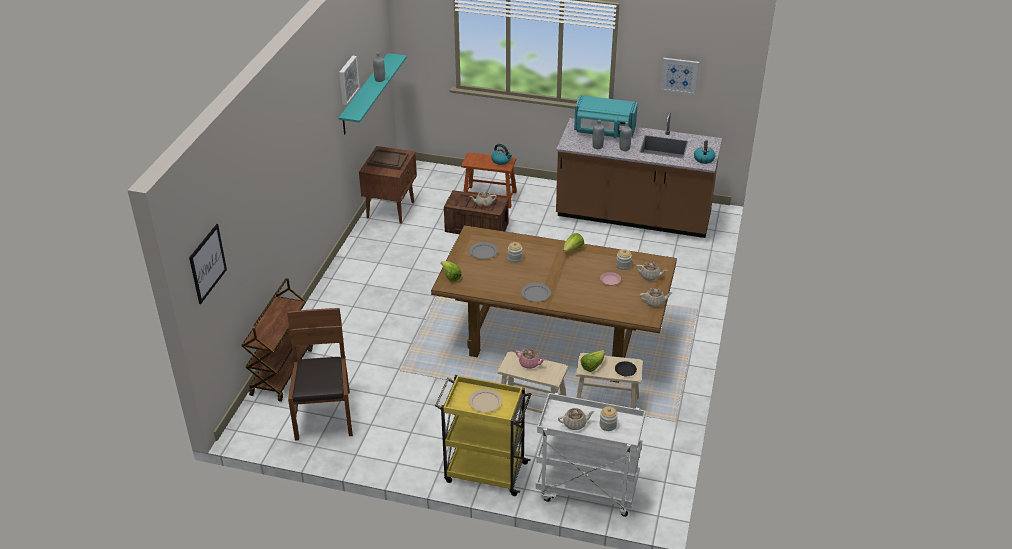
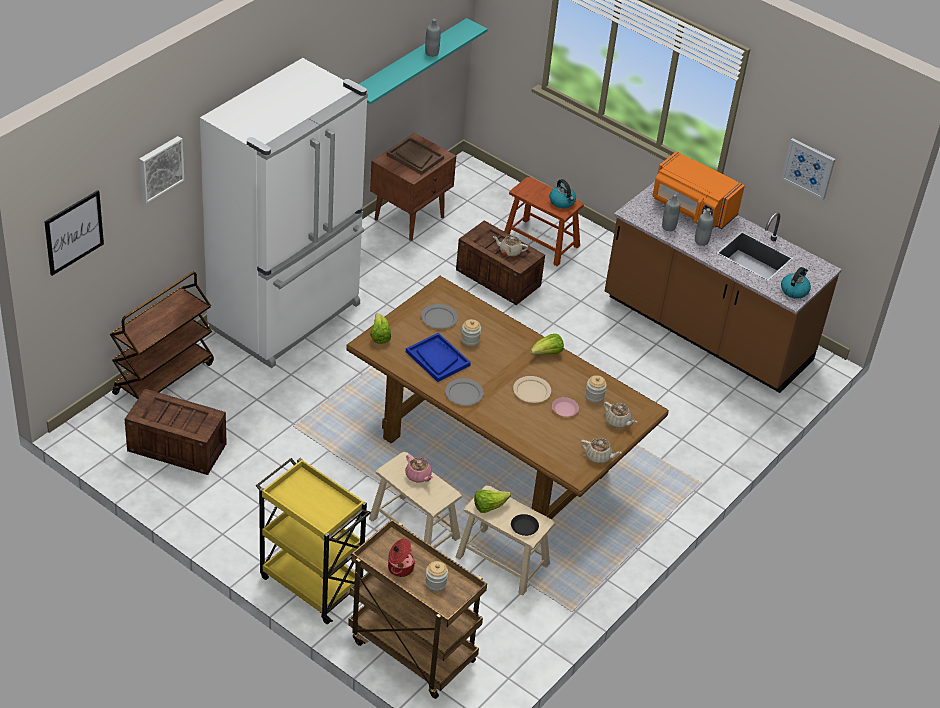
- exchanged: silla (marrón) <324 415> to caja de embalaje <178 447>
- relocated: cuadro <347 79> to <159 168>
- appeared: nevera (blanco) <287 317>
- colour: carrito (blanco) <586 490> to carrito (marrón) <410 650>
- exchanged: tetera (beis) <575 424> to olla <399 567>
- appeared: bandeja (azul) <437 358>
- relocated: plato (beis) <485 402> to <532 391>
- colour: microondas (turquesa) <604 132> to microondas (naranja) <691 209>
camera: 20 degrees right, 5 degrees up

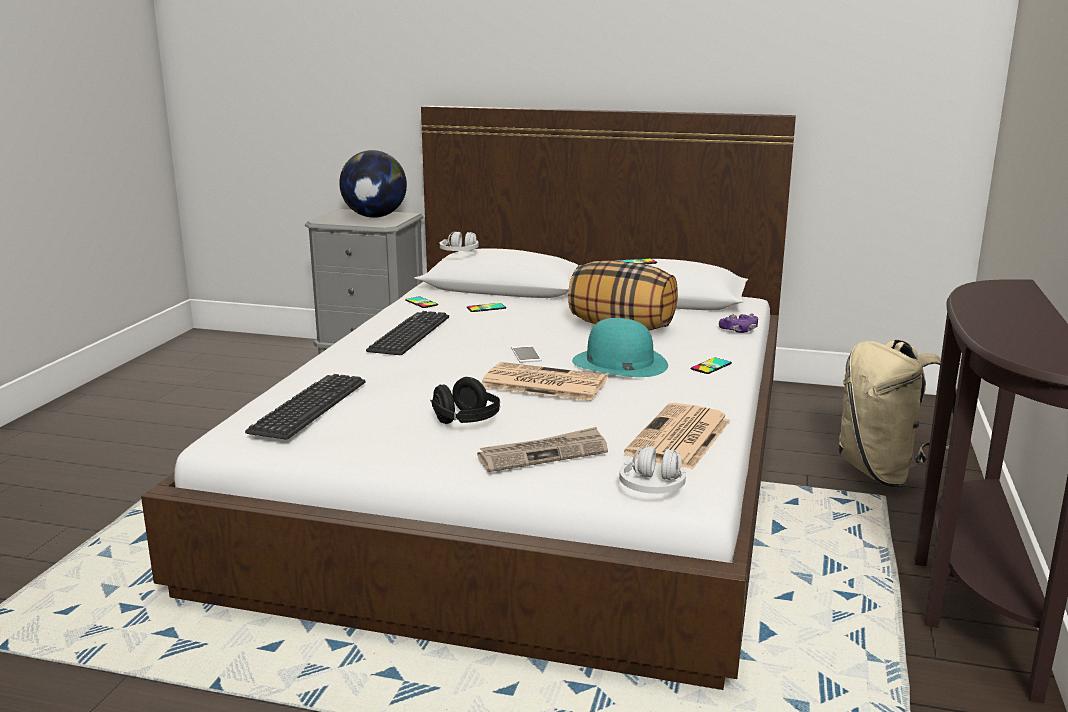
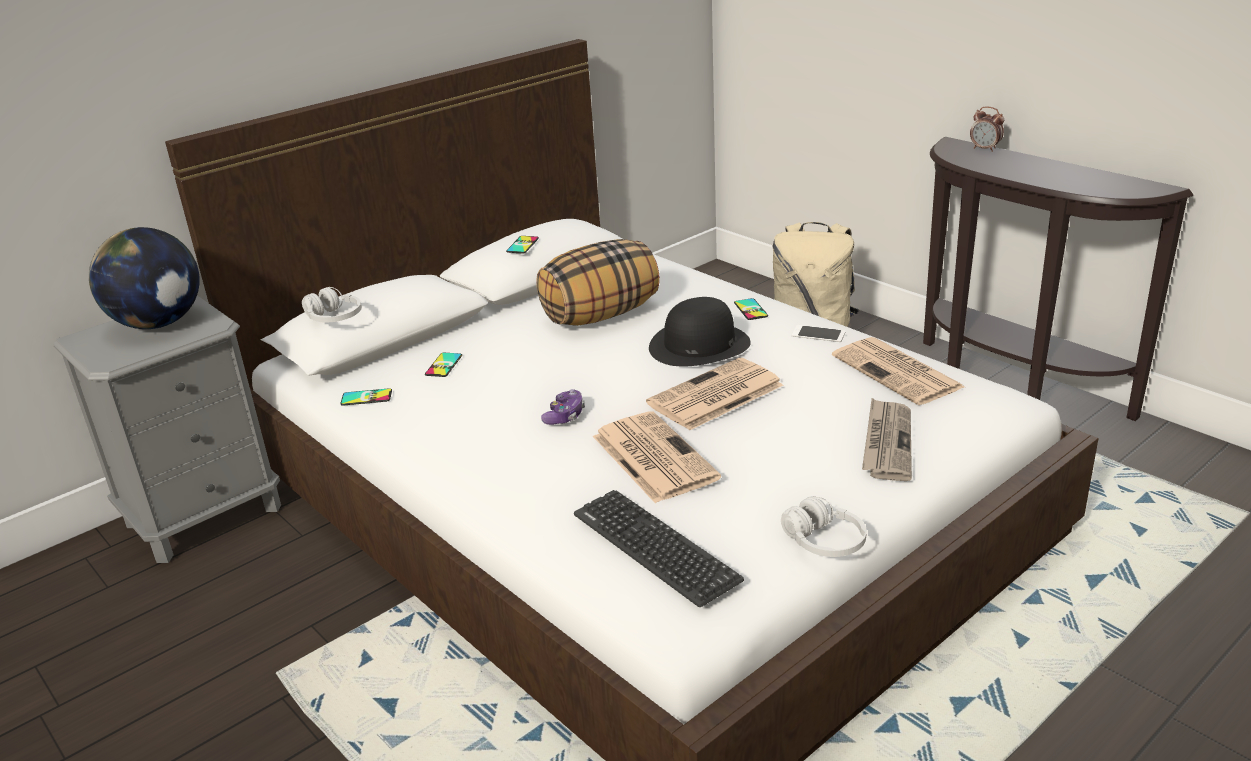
- relocated: mando de consola <739 330> to <565 416>
- appeared: periódico <652 456>
- colour: sombrero (turquesa) <619 363> to sombrero (negro) <699 345>
- relocated: auriculares (blanco) <653 487> to <824 542>
- relocated: móvil <526 354> to <818 334>
- appeared: despertador <985 149>
- missing: teclado <409 334>
- missing: auriculares (negro) <466 422>
camera: 55 degrees left, 10 degrees up

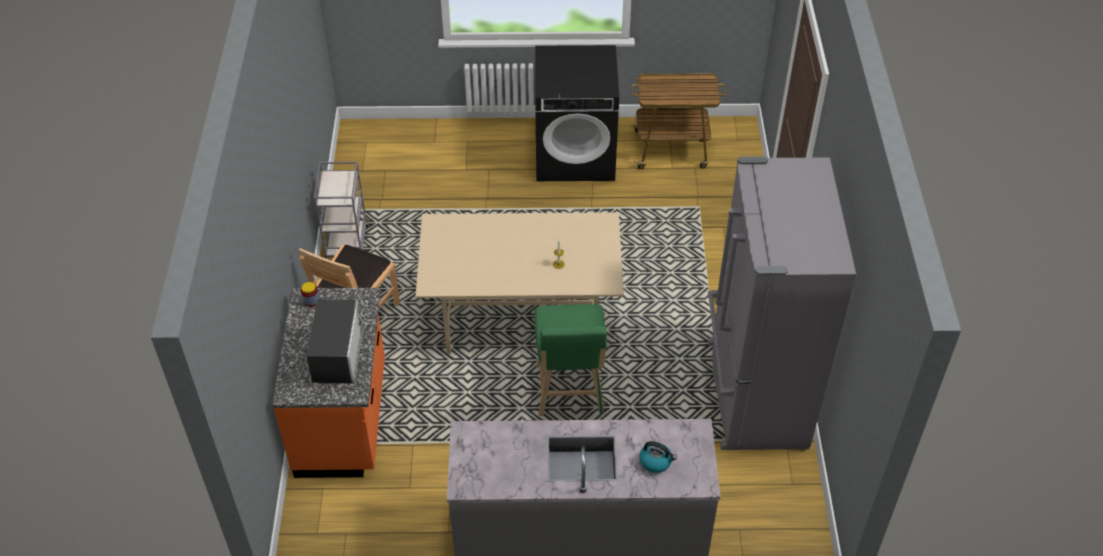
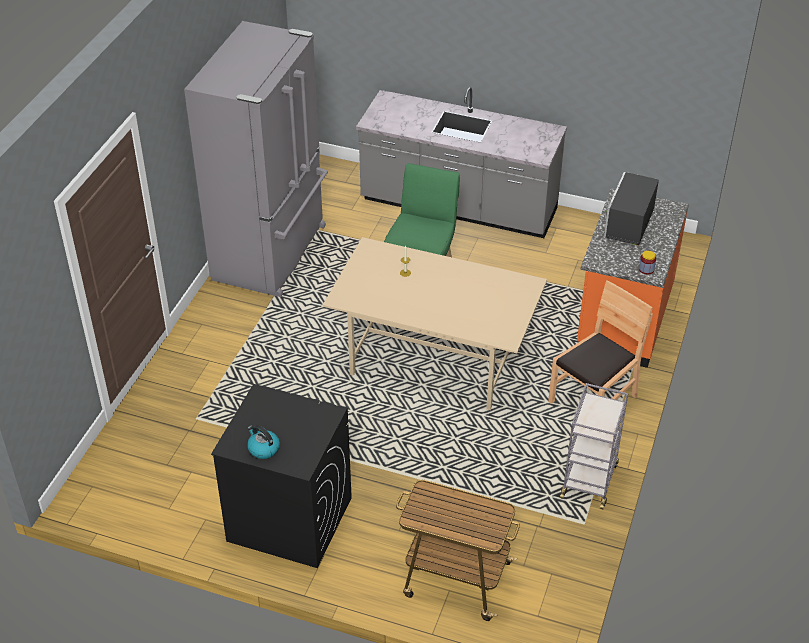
- relocated: hervidor <656 461> to <263 449>
- relocated: carrito <672 149> to <455 578>
camera: 160 degrees left, 5 degrees down

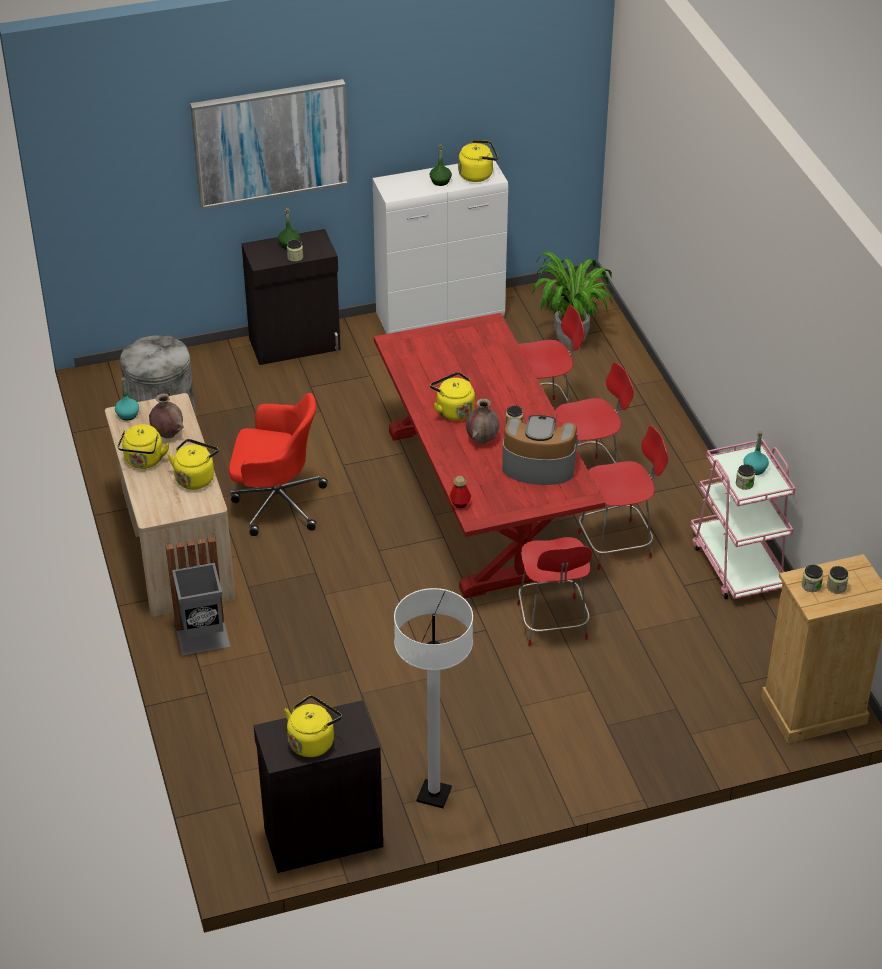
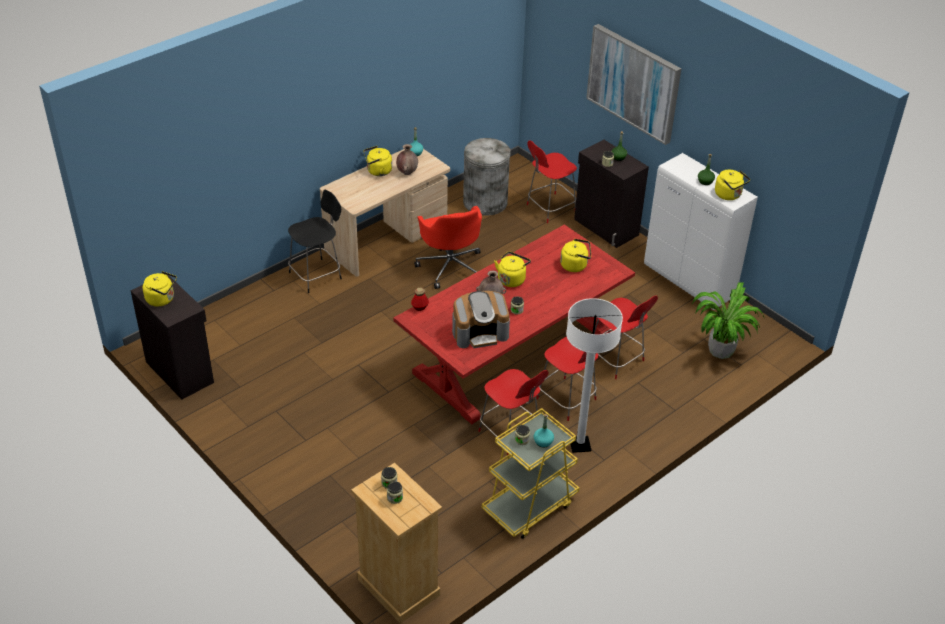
- exchanged: papelera (gris) <203 638> to silla (negro) <317 275>
- spun: cafetera <538 466> = <480 332> 90 degrees clockwise
- colour: carrito (rosa) <737 565> to carrito (amarillo) <529 506>
- relocated: silla (rojo) <552 624> to <549 208>
- relocated: hervidor (amarillo) <195 477> to <575 265>
- relocated: lámpara de pie (blanco) <434 795> to <580 445>
camera: 65 degrees right, 0 degrees up

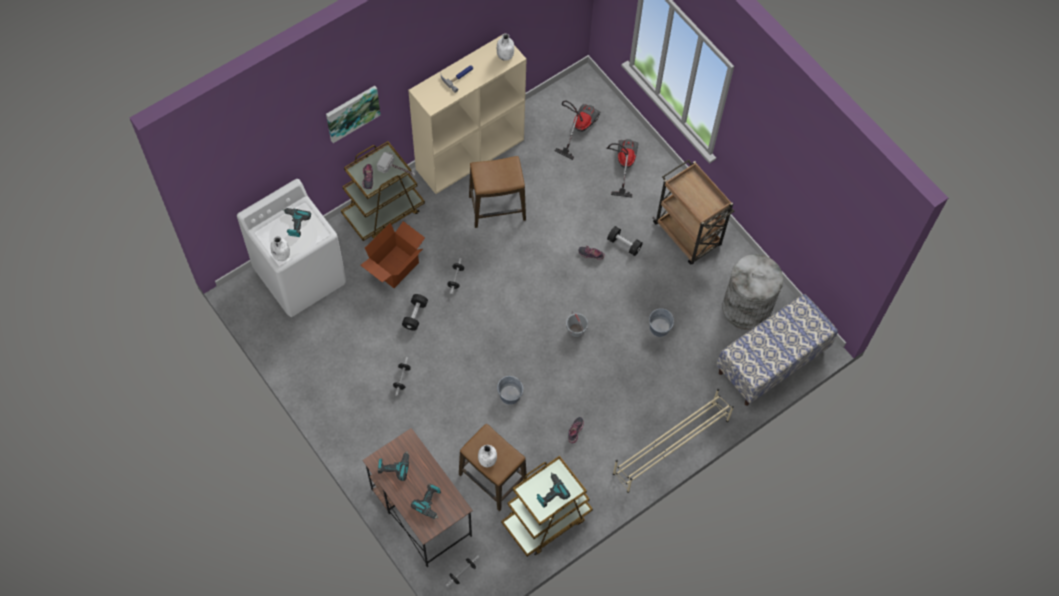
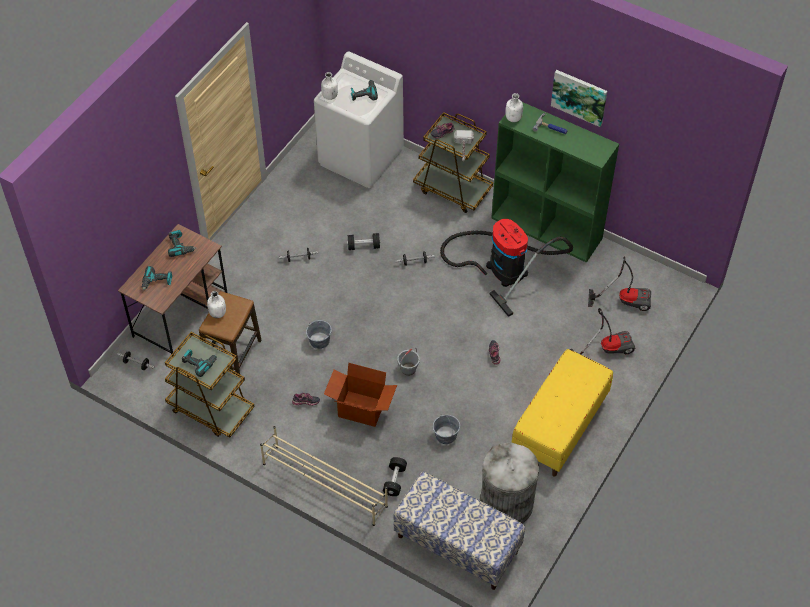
- relocated: caja de cartón <395 267> to <361 409>
- relocated: mancuerna (negro) <624 244> to <395 480>
- exchanged: taburete <497 208> to aspiradora <503 267>
- colour: estantería (beis) <470 153> to estantería (verde) <547 228>
- relocated: botella (blanco) <505 55> to <513 118>
- exchanged: carrito (marrón) <688 235> to banco (amarillo) <560 427>
- relocated: cuadro <352 112> to <579 97>
camera: 70 degrees right, 10 degrees down

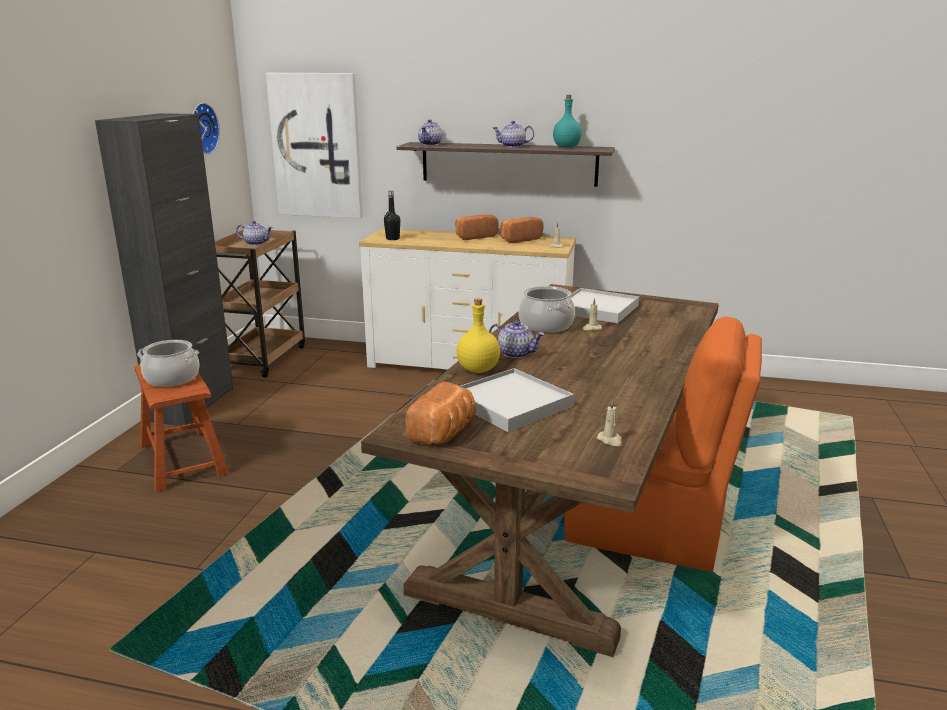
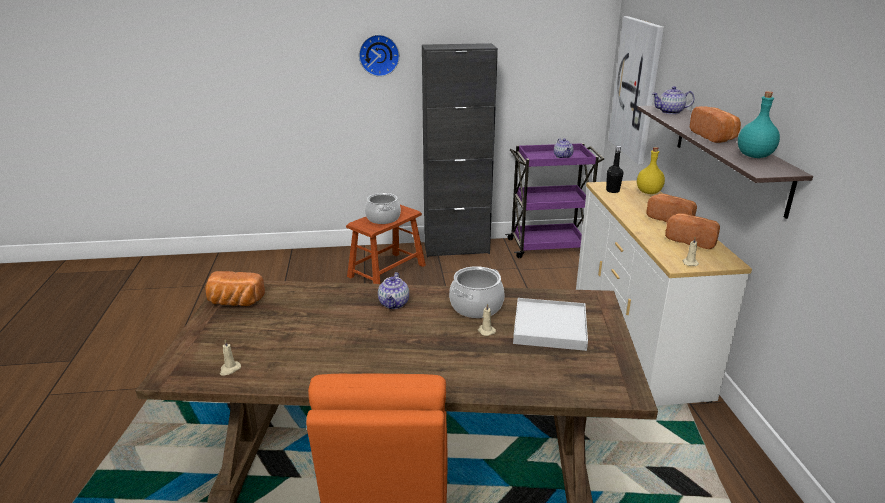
- relocated: reloj de pared <201 128> to <379 55>
- colour: carrito (marrón) <262 358> to carrito (morado) <548 246>
- relocated: botella (amarillo) <477 369> to <649 192>
- exchanged: tetera <512 146> to pan <714 137>
- missing: bandeja (blanco) <511 404>
camera: 70 degrees right, 5 degrees up

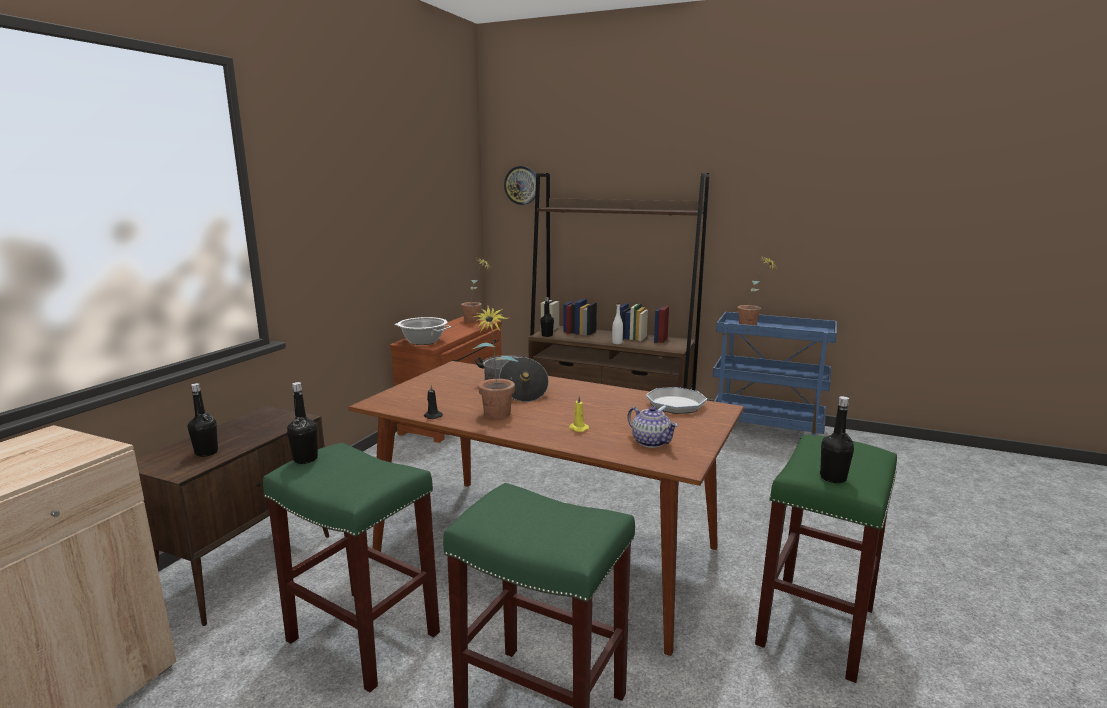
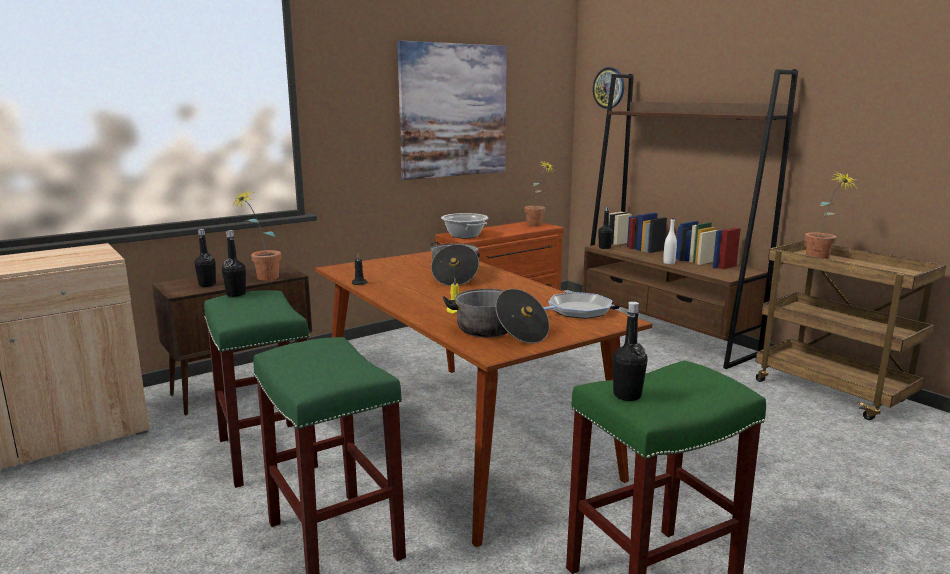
- relocated: planta en maceta <495 417> to <262 279>
- appeared: cuadro <453 111>
- exchanged: tetera <651 442> to olla <498 332>
- colour: carrito (azul) <766 429> to carrito (marrón) <833 392>
camera: 30 degrees right, 0 degrees up

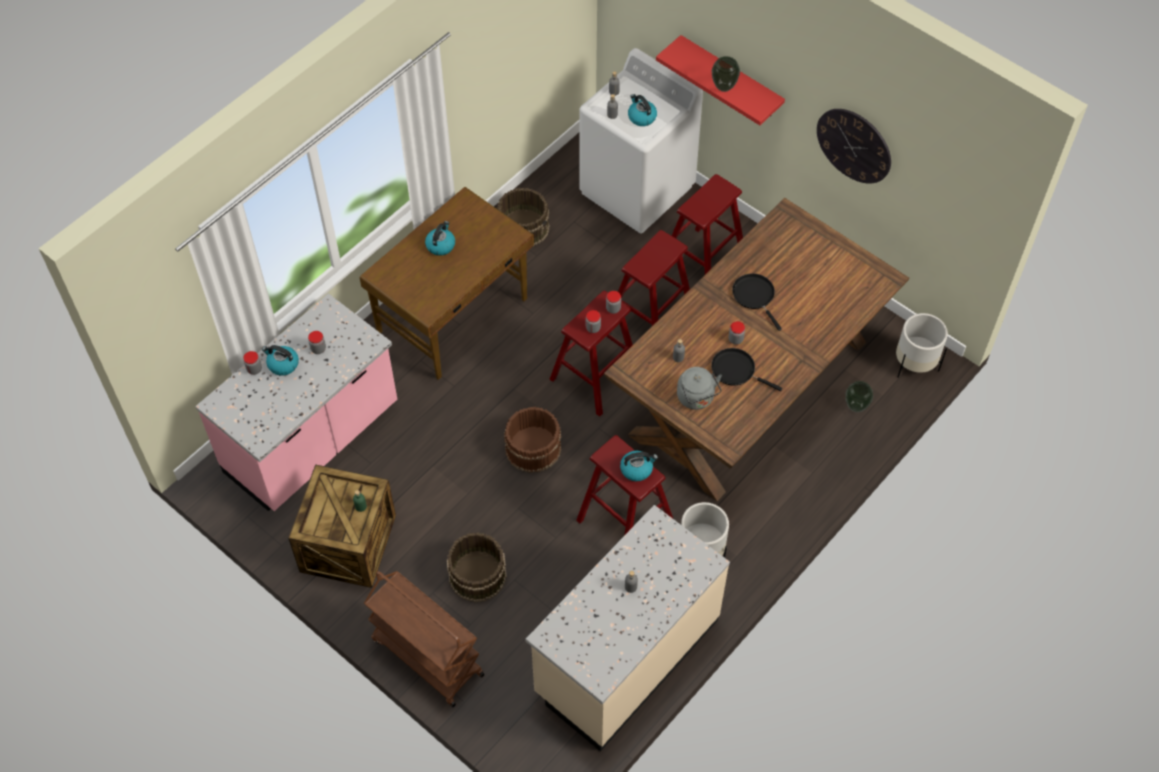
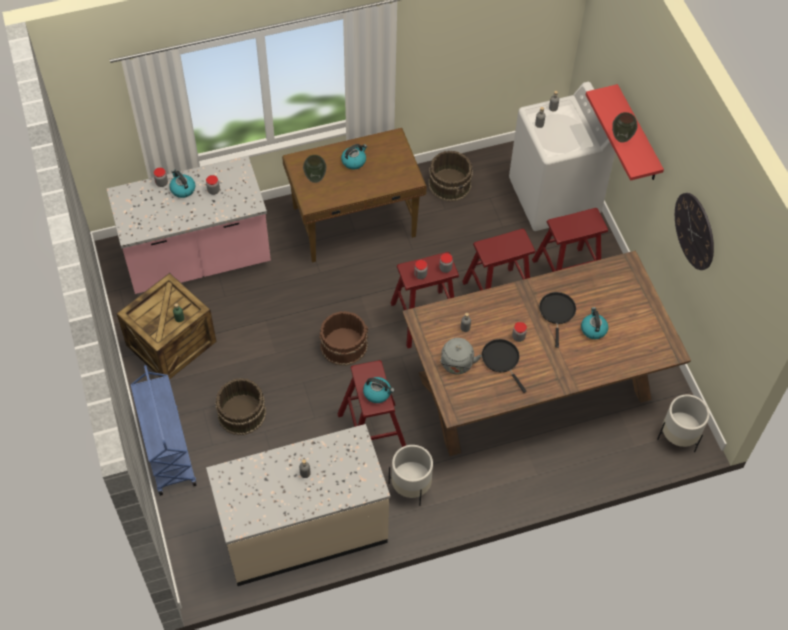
- colour: carrito (marrón) <426 657> to carrito (azul) <167 451>
- relocated: florero <856 407> to <315 179>
- relocated: hervidor <641 117> to <593 329>
camera: 30 degrees right, 0 degrees up

